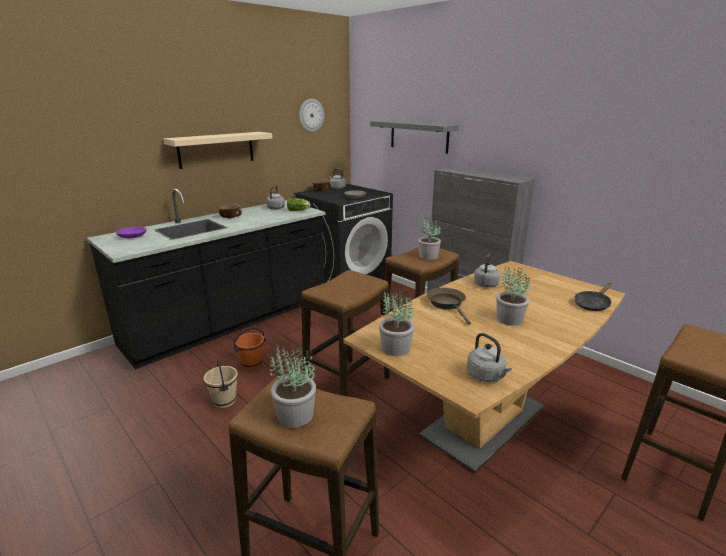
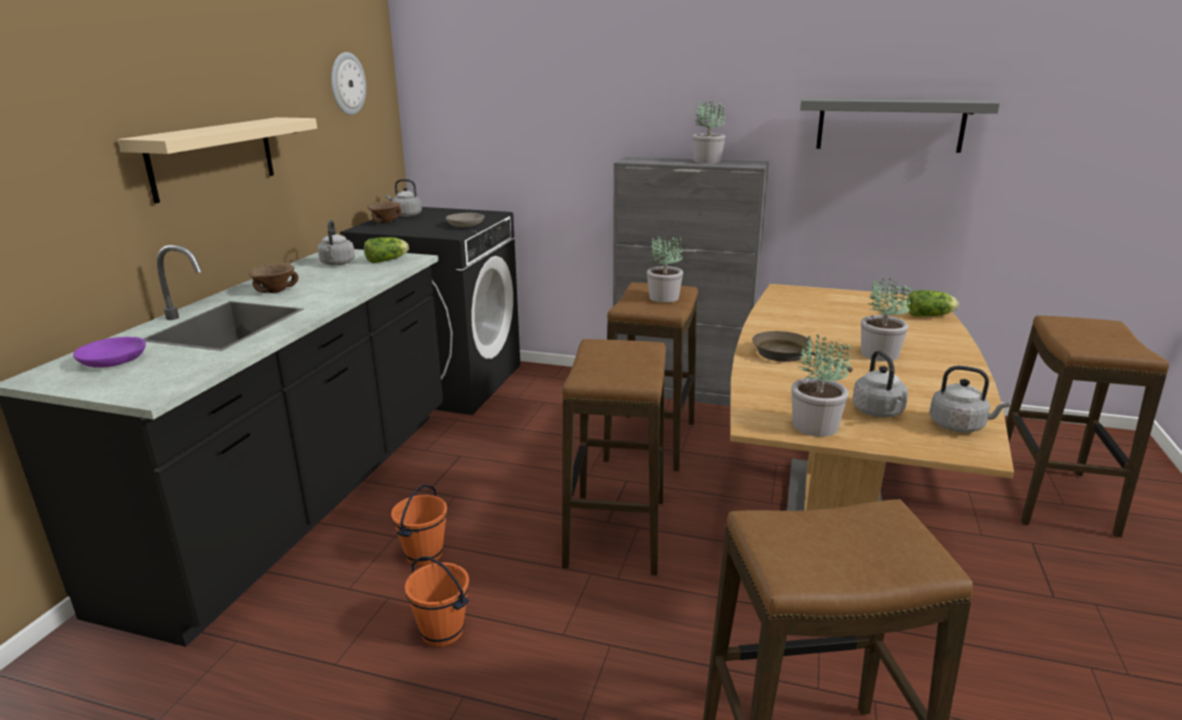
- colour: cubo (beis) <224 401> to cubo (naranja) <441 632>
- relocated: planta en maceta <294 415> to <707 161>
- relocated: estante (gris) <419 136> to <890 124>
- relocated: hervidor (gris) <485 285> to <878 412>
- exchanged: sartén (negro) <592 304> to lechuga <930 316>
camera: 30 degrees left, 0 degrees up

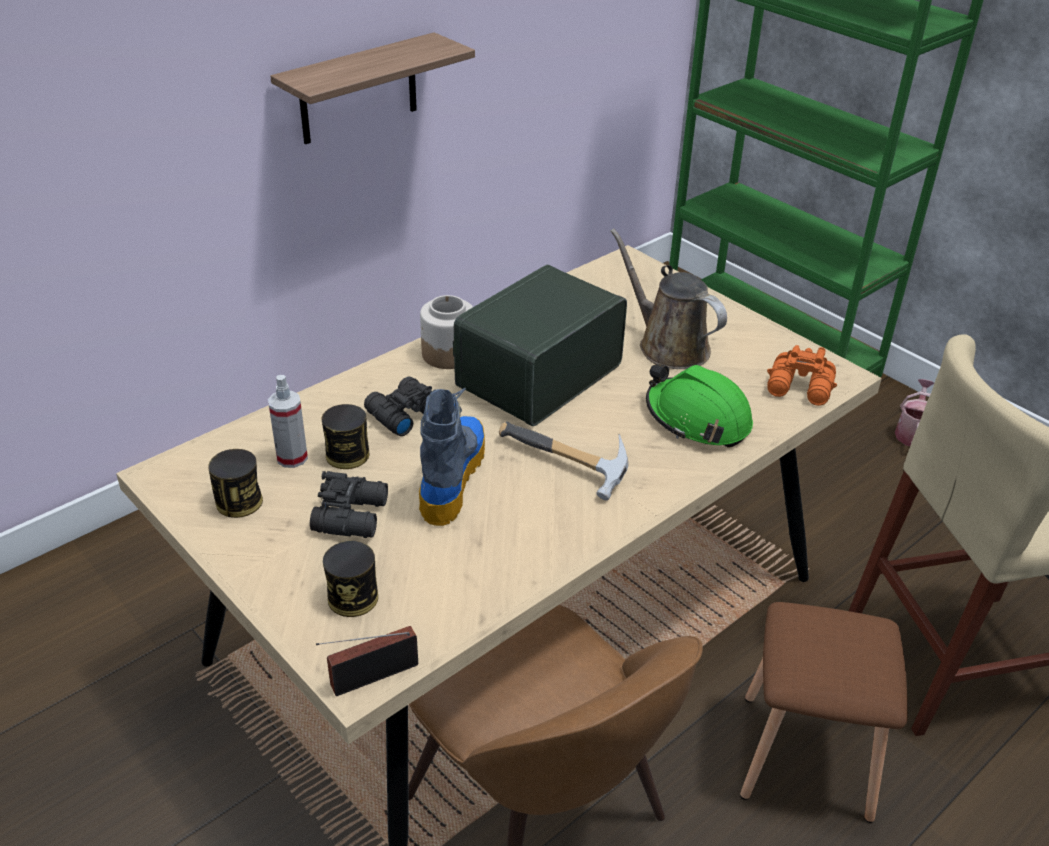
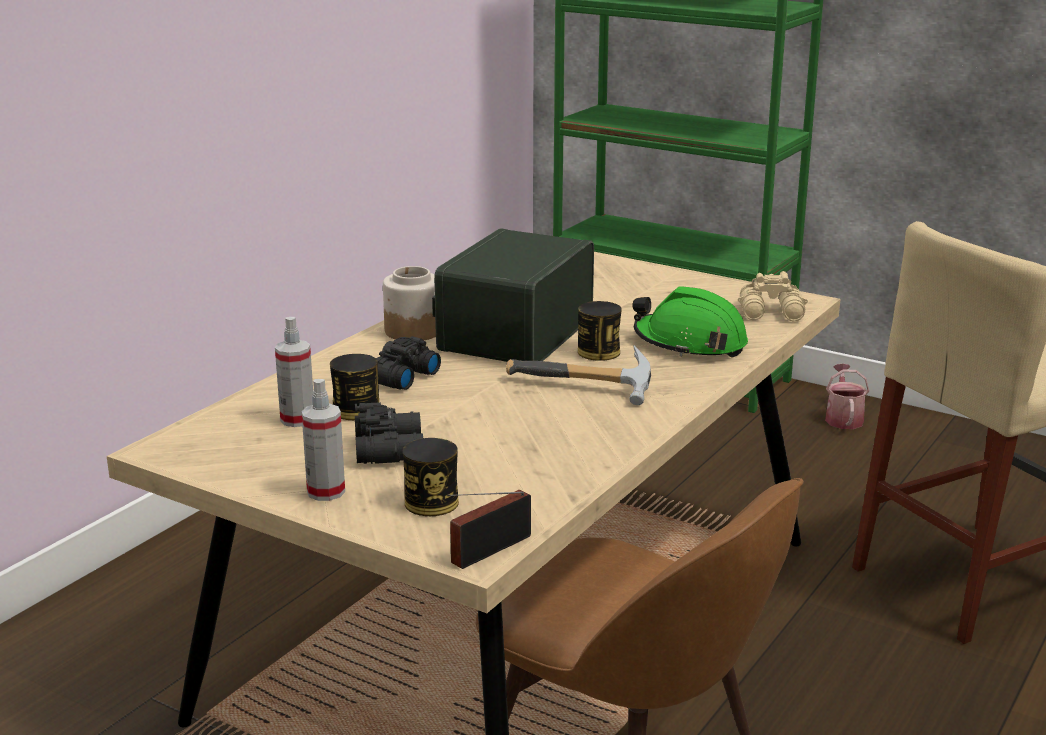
- appeared: pulverizador <326 491>
- relocated: lata <239 502> to <598 352>
- colour: prismáticos (naranja) <801 388> to prismáticos (beis) <772 313>
- missing: estante <358 90>
- missing: bota <451 476>
- missing: regadera (marrón) <668 345>
- missing: taburete (marrón) <807 758>
camera: 15 degrees left, 15 degrees down

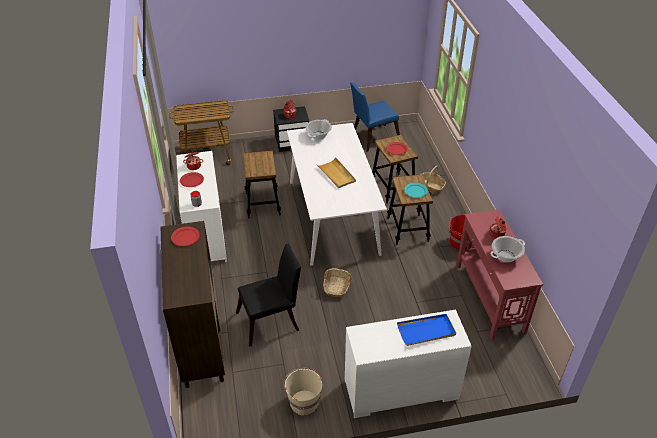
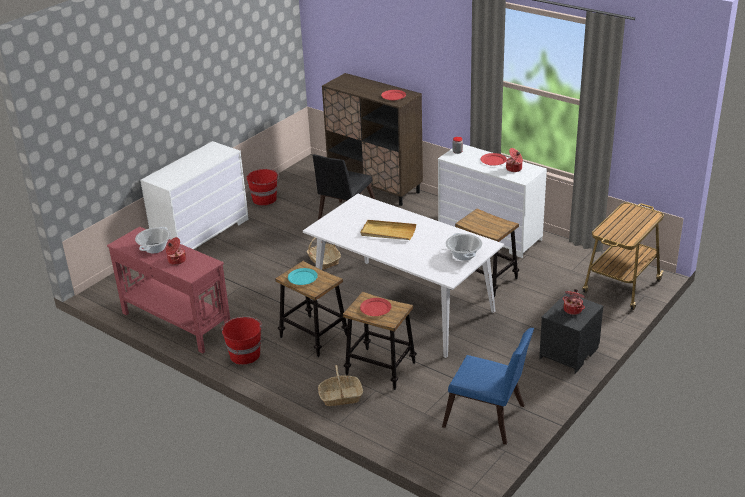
- colour: cubo (beis) <303 401> to cubo (rojo) <265 199>
- spun: silla (azul) <372 138> = <488 419> 90 degrees clockwise
- missing: bandeja (azul) <426 331>
camera: 140 degrees right, 10 degrees down

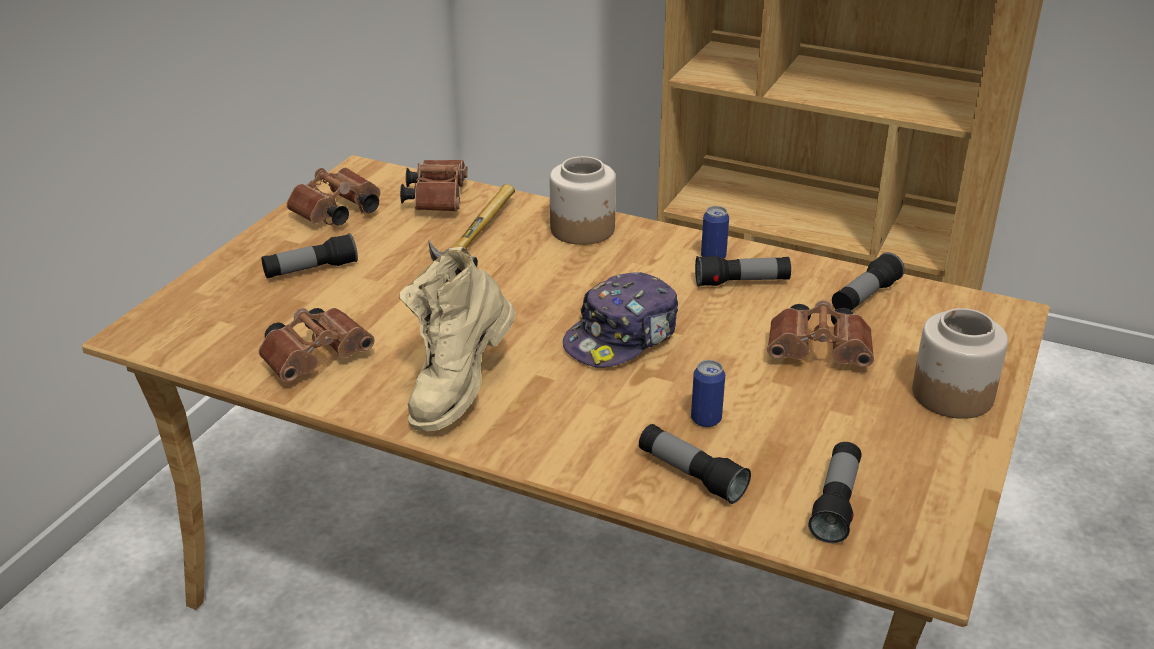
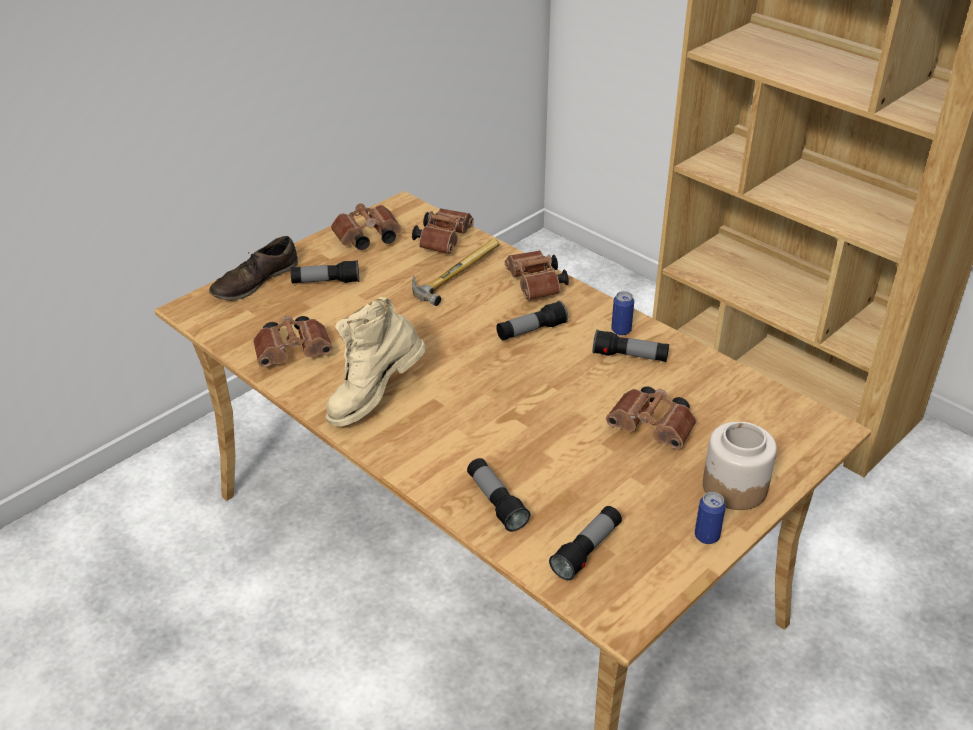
- appeared: zapato (marrón) <255 281>
- relocated: linterna <864 297> to <531 331>
- exchanged: tarro <583 229> to prismáticos (marrón) <536 286>
- relocated: lata <706 419> to <706 536>
- missing: gorra <622 337>
camera: 20 degrees right, 5 degrees up

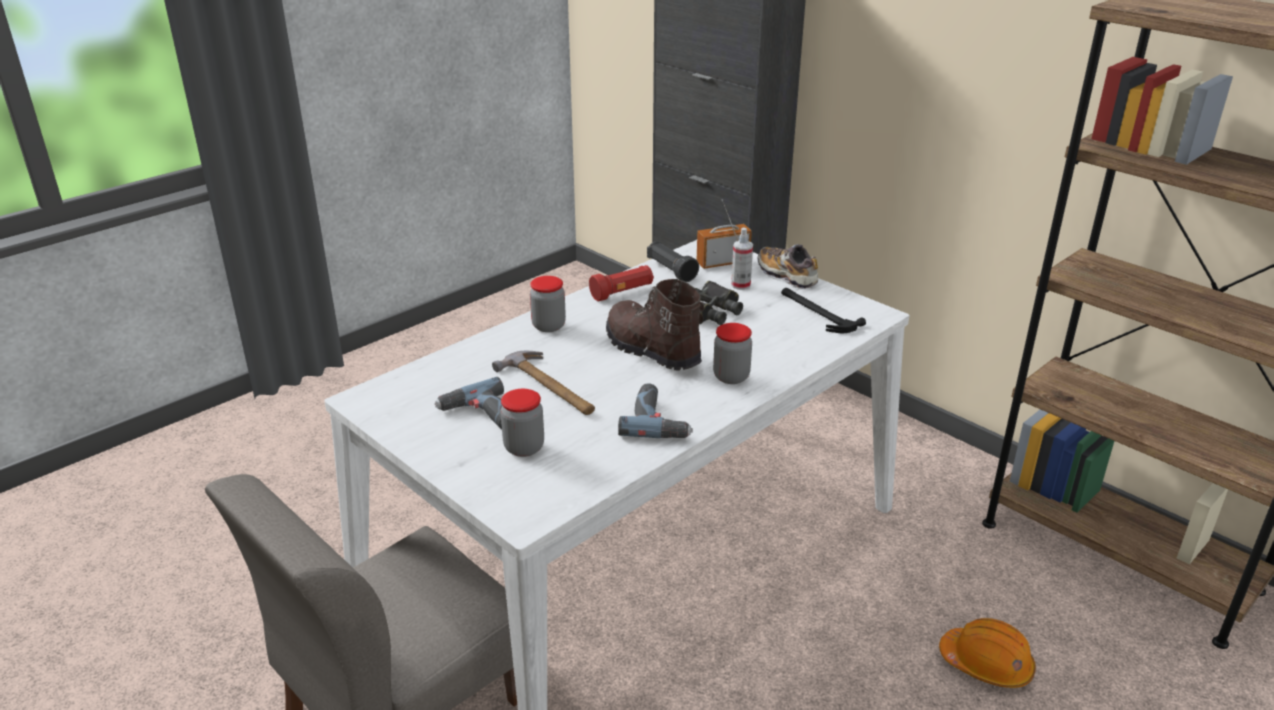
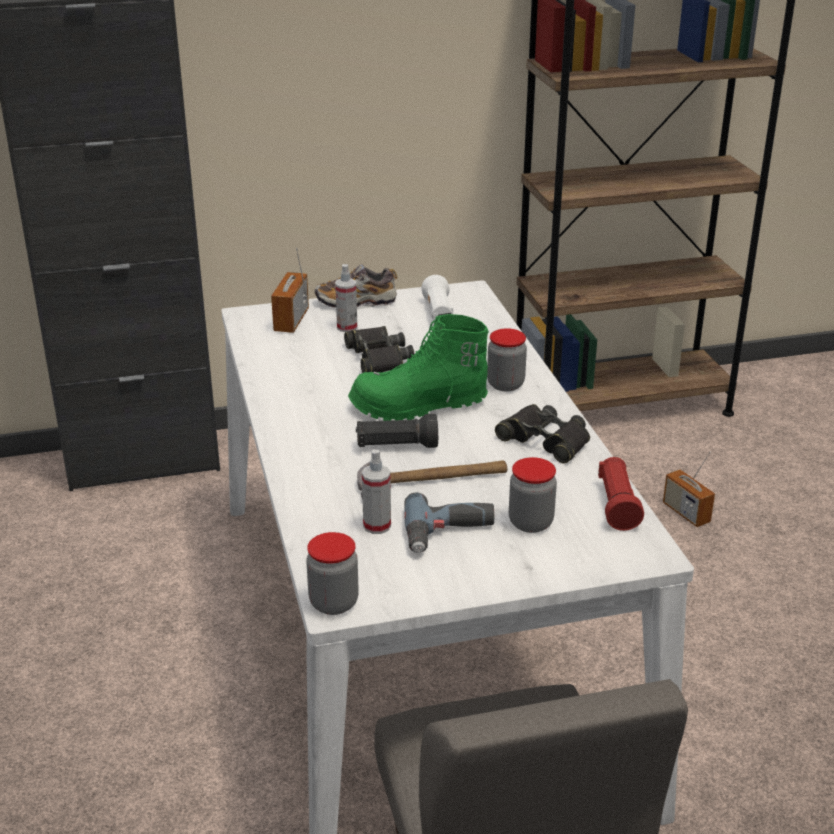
- relocated: tarro <548 326> to <334 603>
- colour: bota (marrón) <651 350> to bota (verde) <419 407>
- relocated: linterna (negro) <671 271> to <396 446>
- appeared: pulverizador <377 526>
- exchanged: martillo <816 313> to linterna (blanco) <438 313>
- exchanged: taladro <658 420> to prismáticos (negro) <545 440>
- relocated: linterna (rojo) <622 293> to <617 505>
- exchanged: casco (naranja) <986 664> to radio <686 513>
camera: 60 degrees left, 0 degrees up

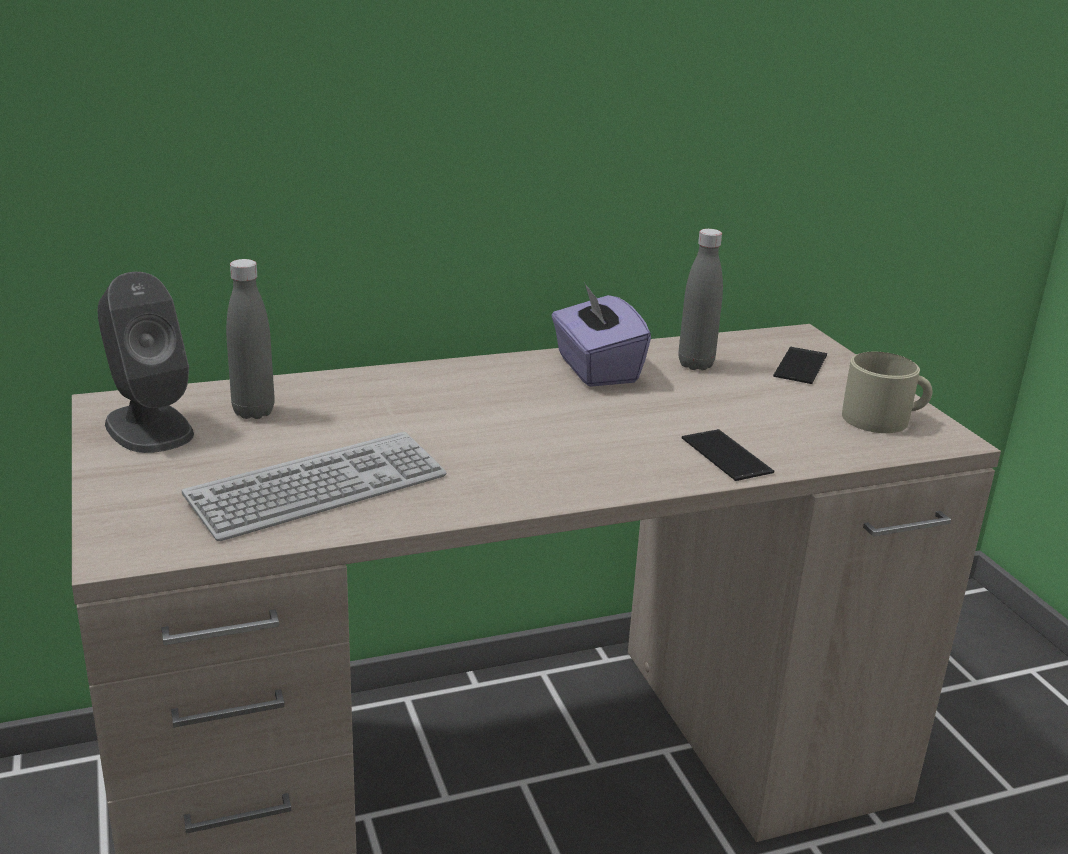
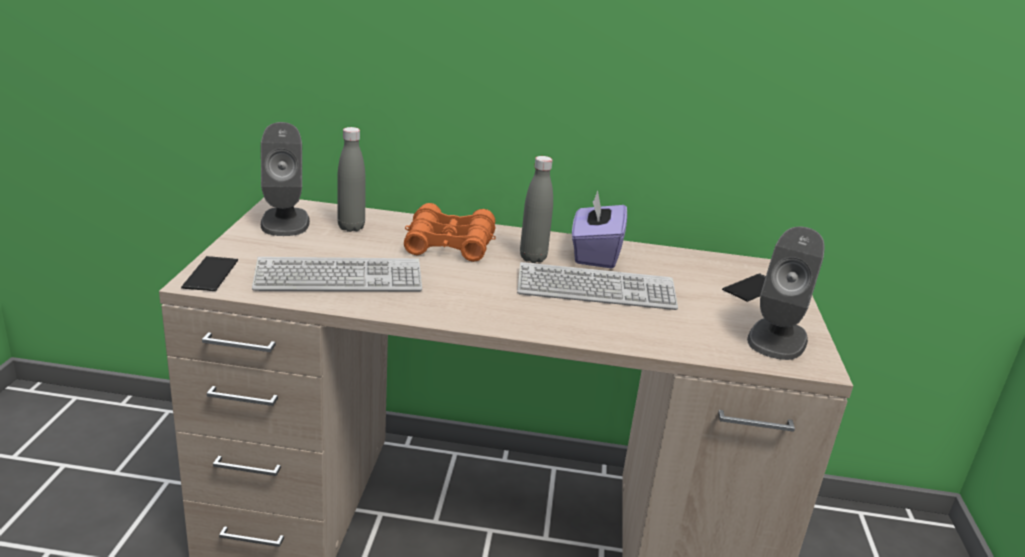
- relocated: móvil <726 455> to <210 274>
- appeared: prismáticos (naranja) <449 244>
- appeared: teclado <596 289>
- relocated: botella (gris) <695 364> to <533 258>
- exchanged: taza grande (beis) <884 419> to altavoz (gris) <777 338>
camera: 25 degrees right, 0 degrees up

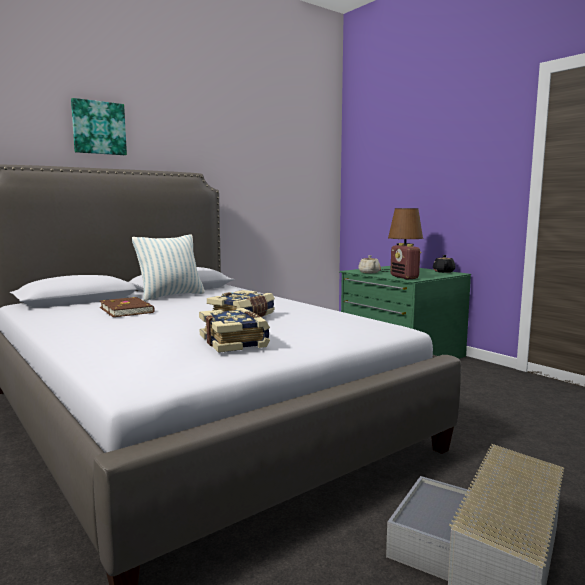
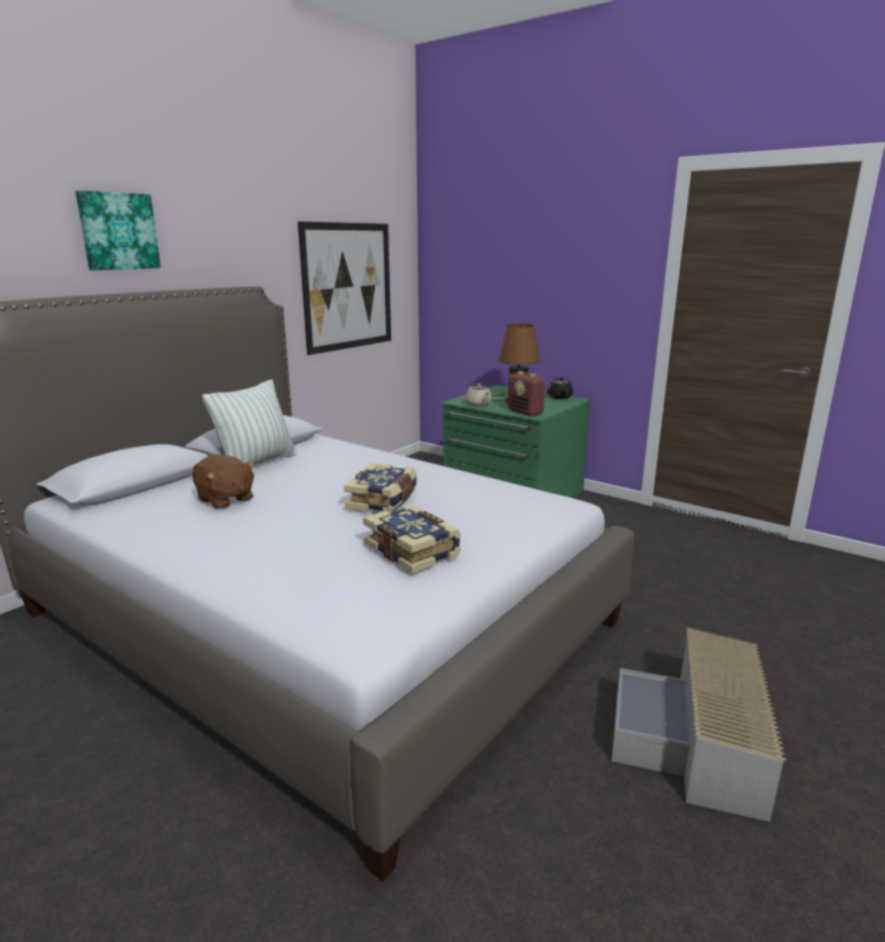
- exchanged: libro (marrón) <127 310> to peluche (marrón) <225 500>
- appeared: cuadro <348 286>
camera: 15 degrees left, 10 degrees up

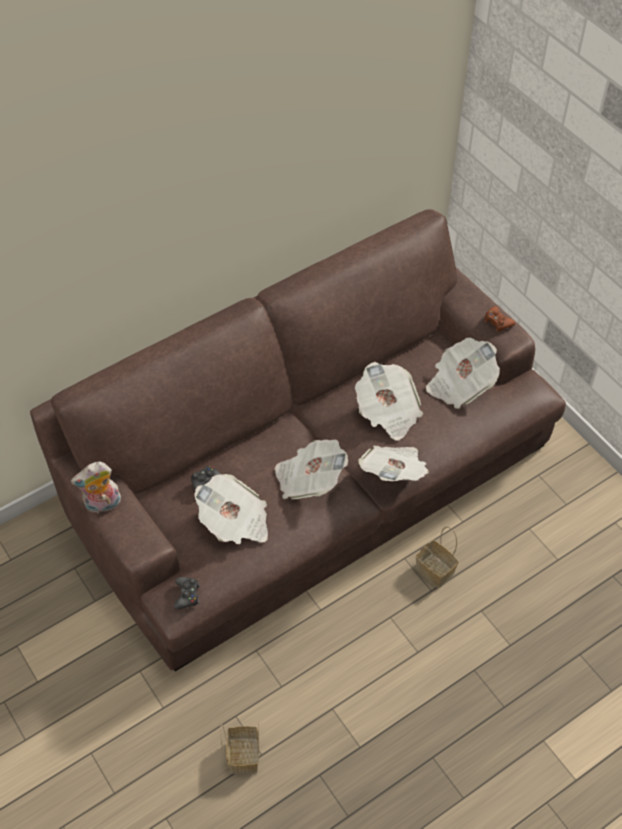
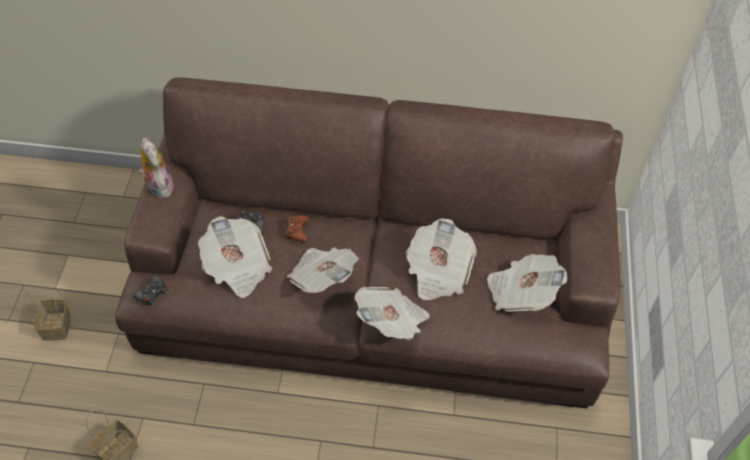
- relocated: cesta <433 570> to <56 325>
- spun: peluche <102 505> = <158 186> 45 degrees clockwise
- relocated: mando de consola (marrón) <497 322> to <297 231>
camera: 40 degrees right, 0 degrees up

